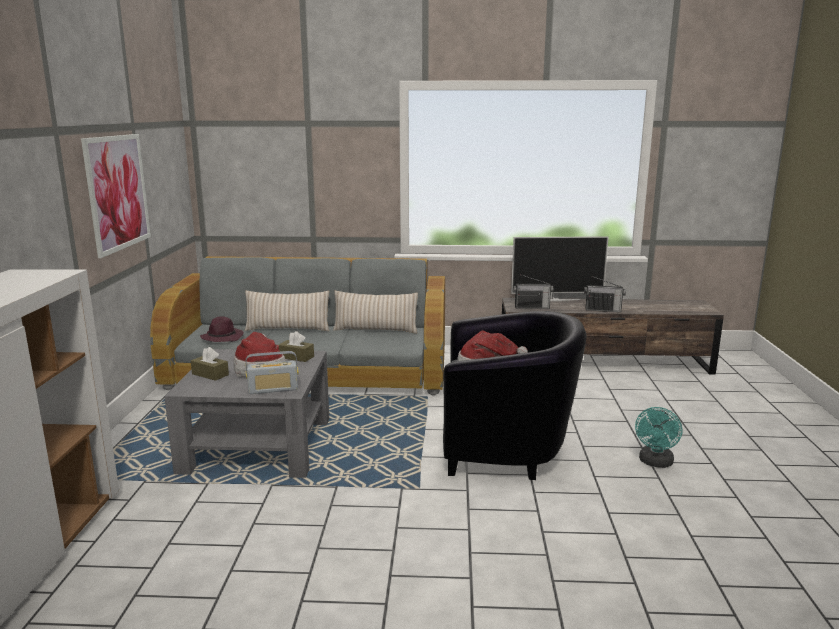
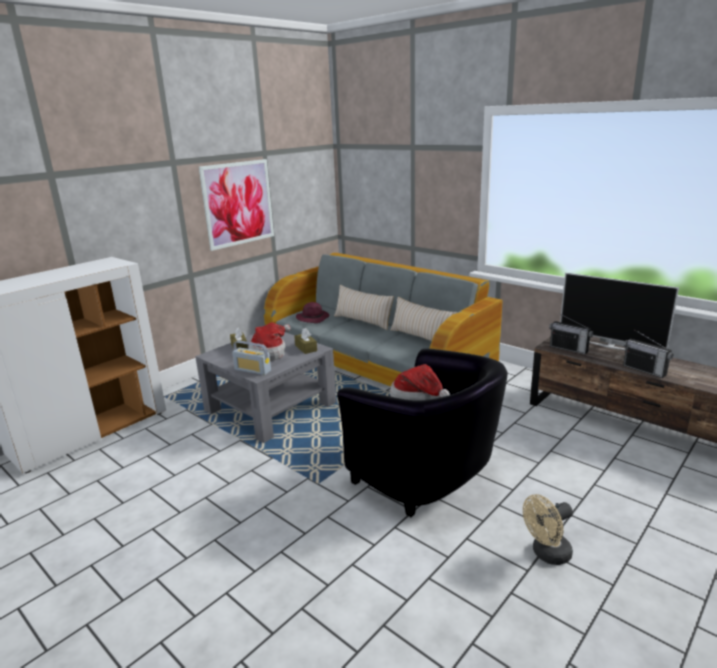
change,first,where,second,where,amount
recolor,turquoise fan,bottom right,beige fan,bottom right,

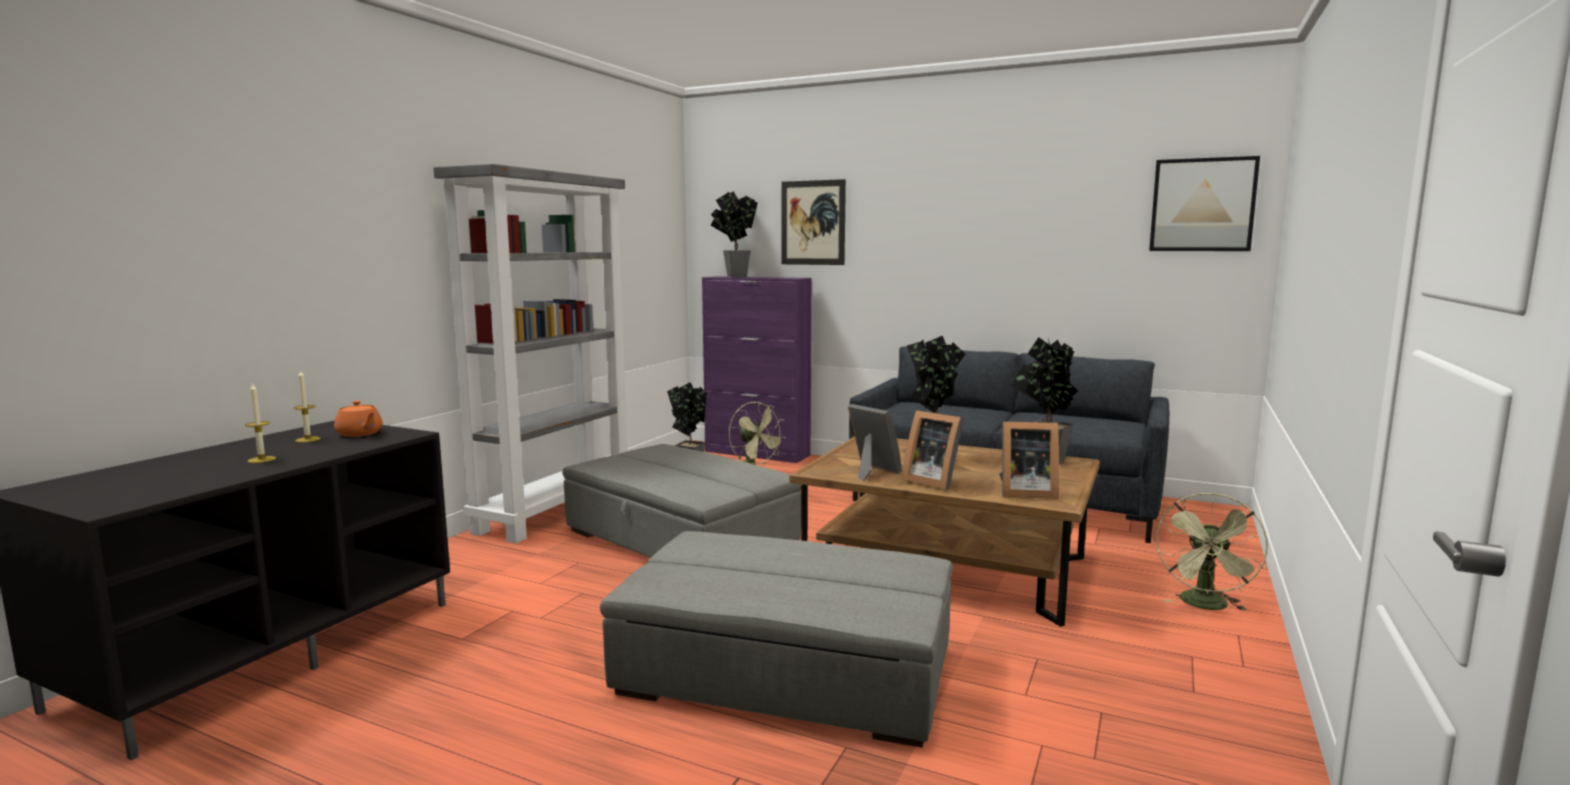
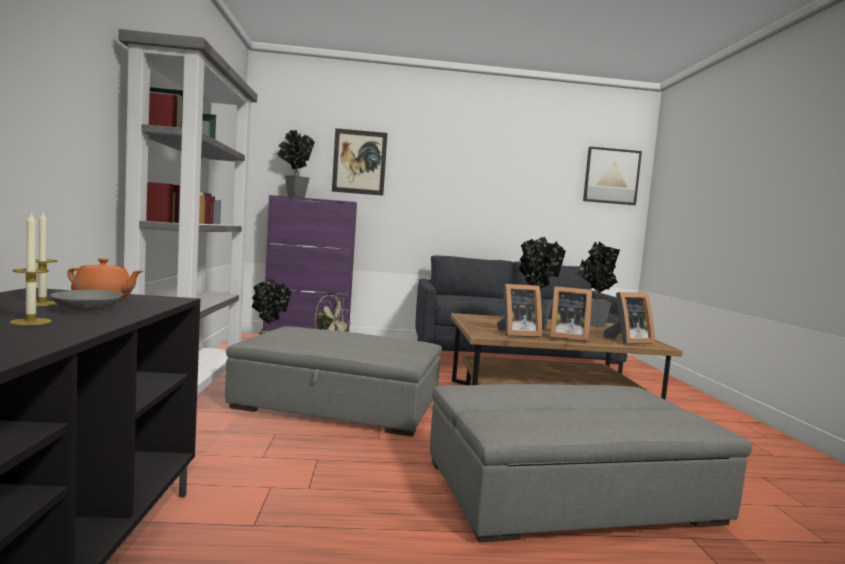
change,first,where,second,where,amount
rotate,picture frame (1st from left),centre,,centre,150 degrees clockwise
delete,green fan (2nd from left),bottom right,,,
insert,,,grey bowl,middle left,

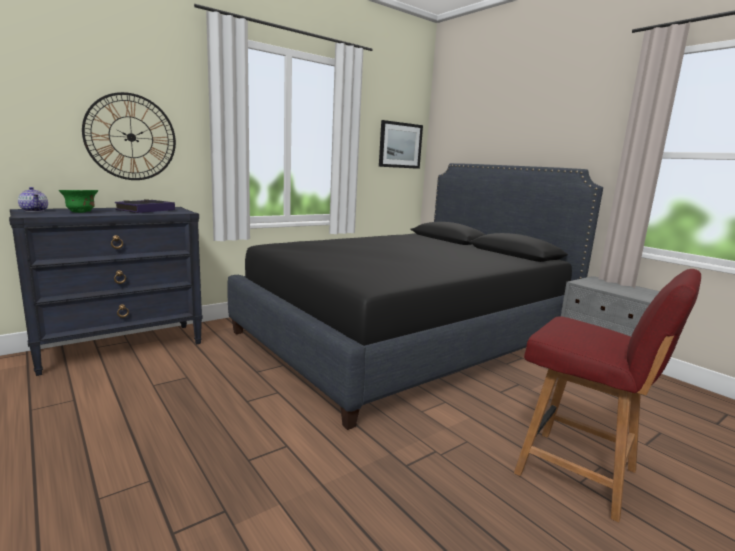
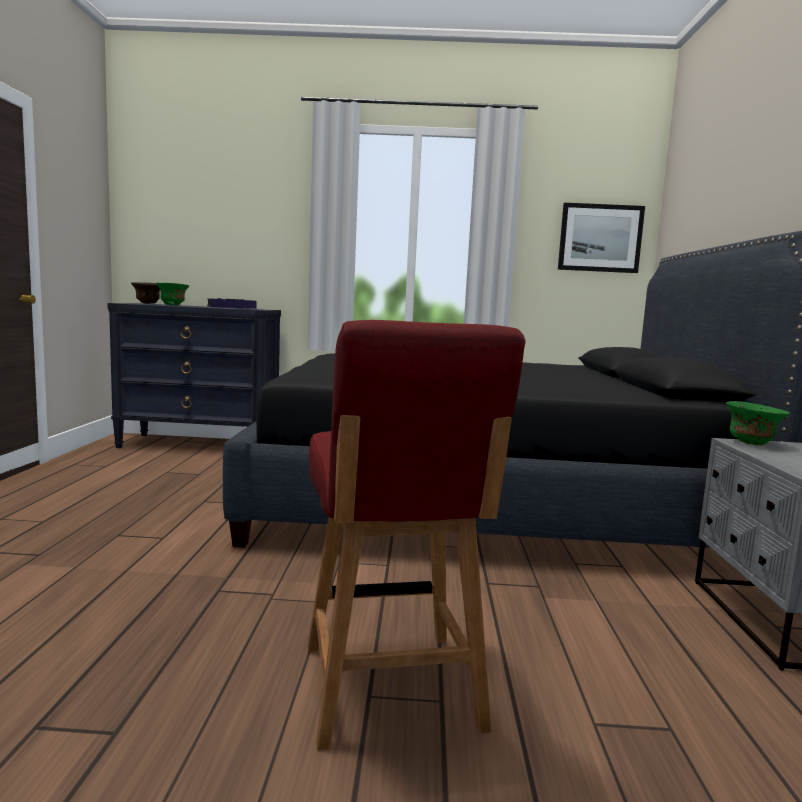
change,first,where,second,where,amount
replace,teapot,middle left,brown bowl,middle left,
delete,wall clock,top left,,,
insert,,,green bowl (2nd from left),middle right,

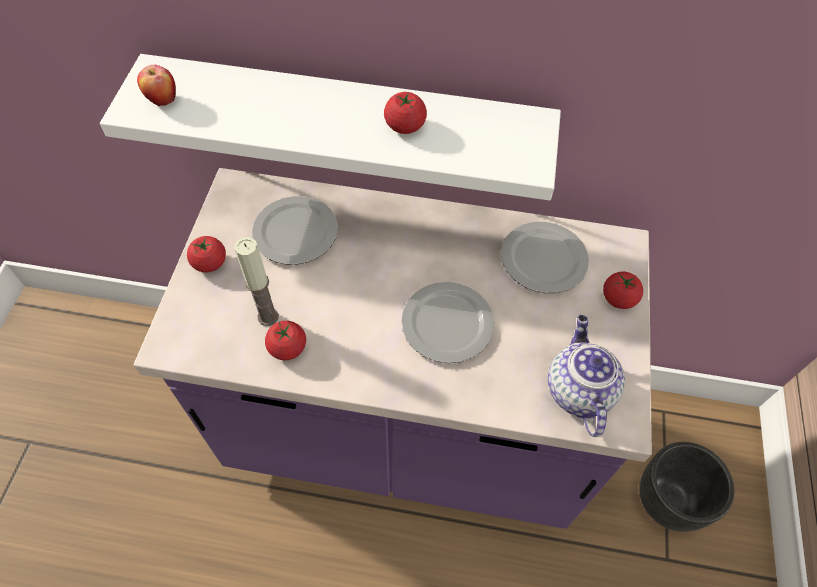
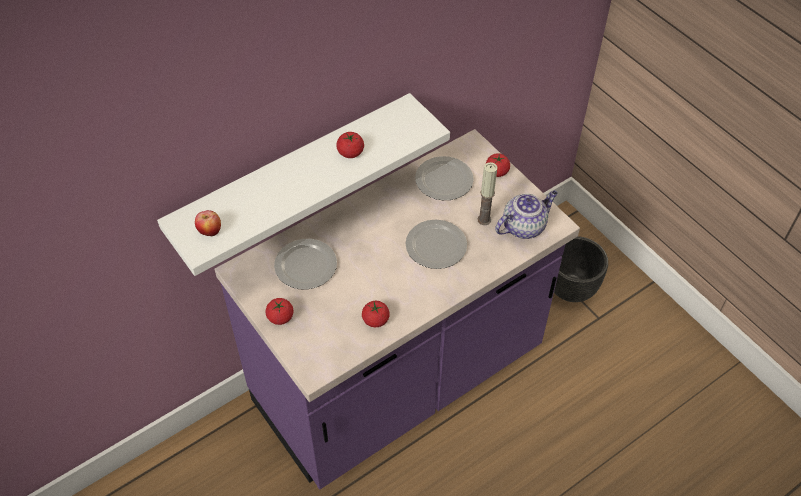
change,first,where,second,where,amount
move,candle,middle left,,centre,
rotate,teapot,middle right,,centre,105 degrees clockwise

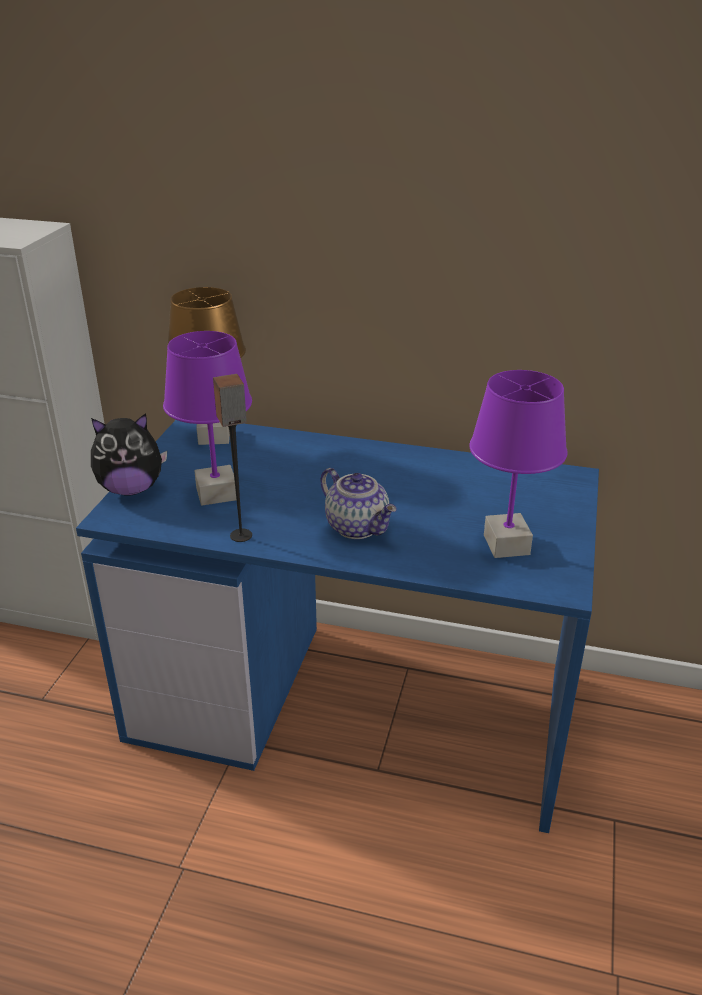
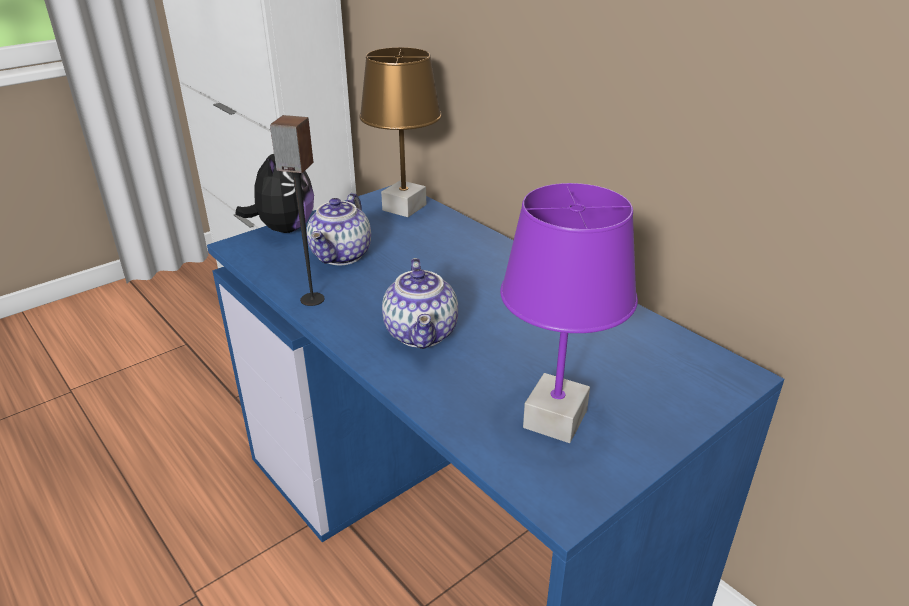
change,first,where,second,where,amount
rotate,plush toy,middle left,,top left,105 degrees counterclockwise
replace,purple table lamp (1st from left),middle left,teapot (1st from left),centre,

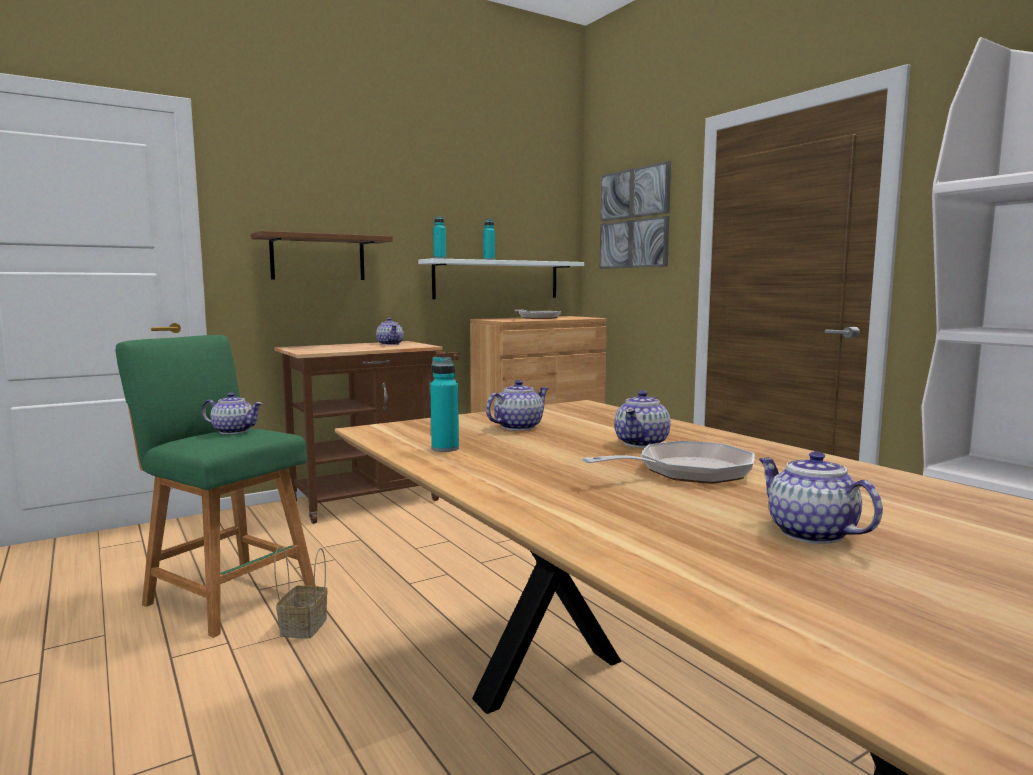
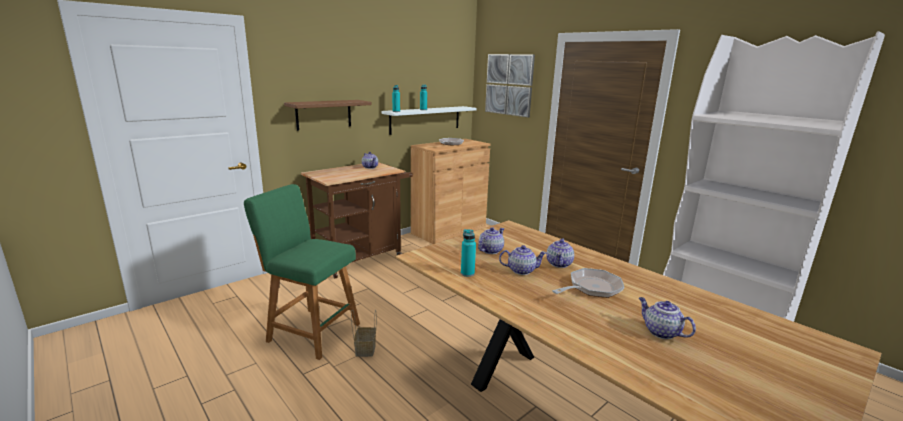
change,first,where,second,where,amount
move,teapot (1st from left in the first image),middle left,teapot (3rd from left),centre,

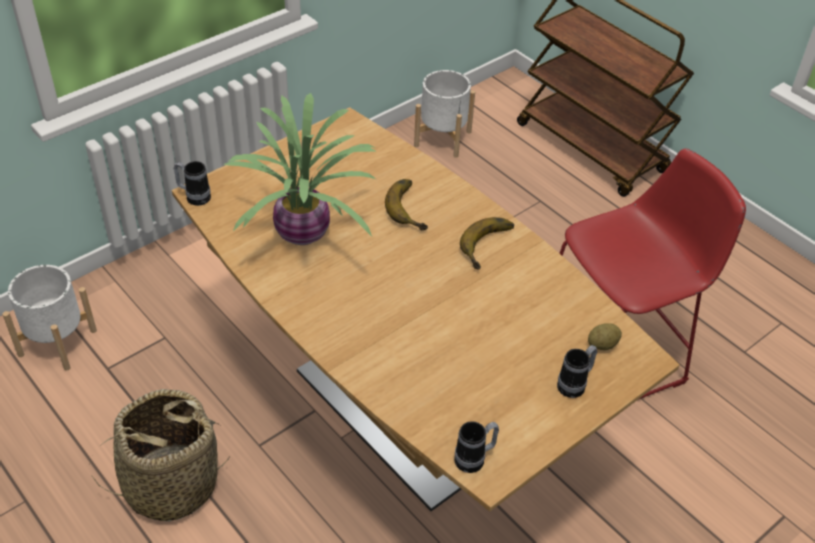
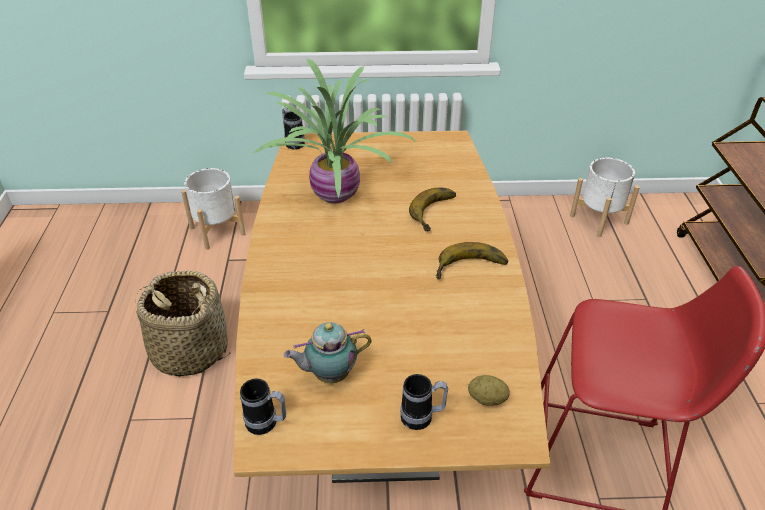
change,first,where,second,where,amount
insert,,,teapot,bottom centre,

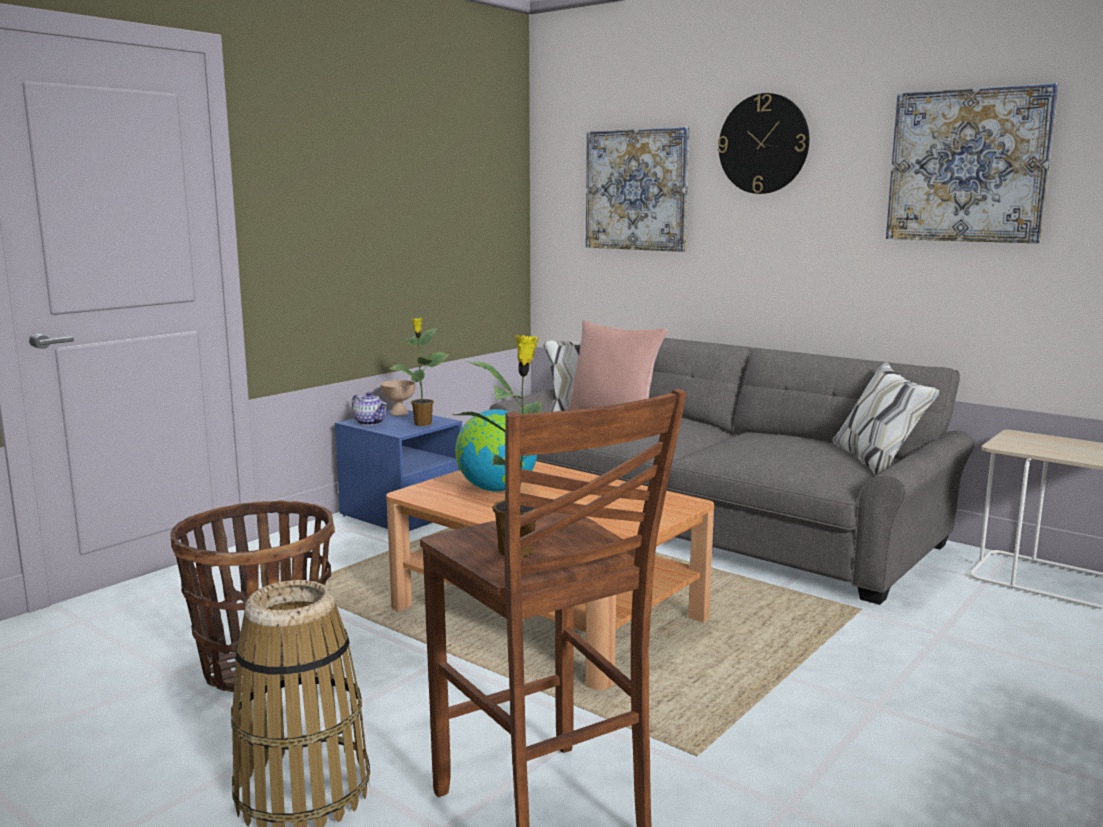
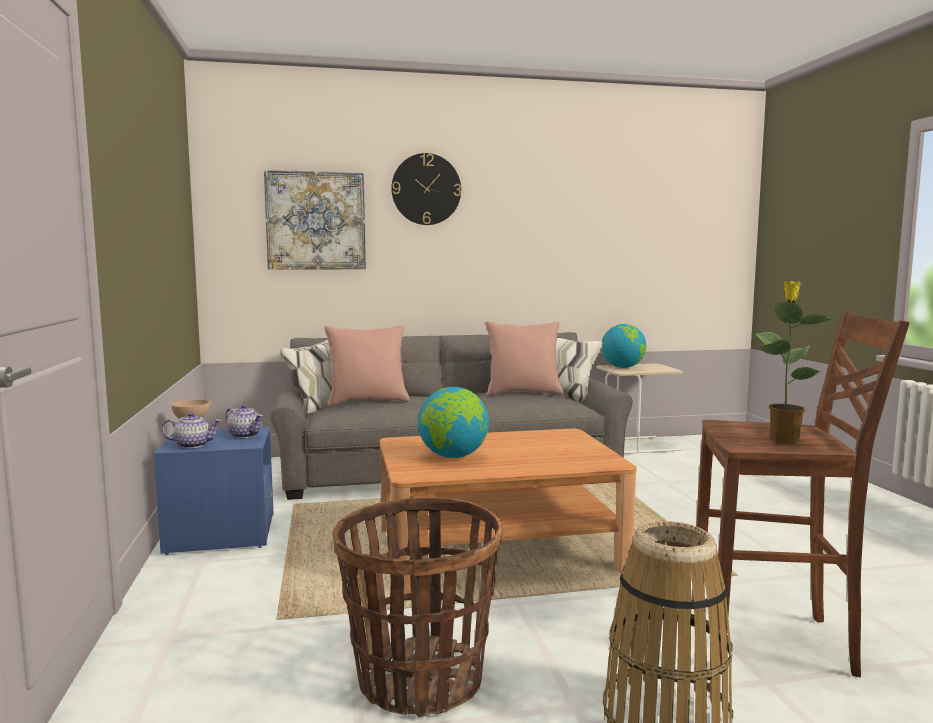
change,first,where,second,where,amount
replace,potted plant (1st from left),centre,teapot (2nd from left),middle left,
delete,picture (2nd from left),top right,,,
insert,,,pink pillow (2nd from left),centre,
insert,,,globe (2nd from left),middle right,

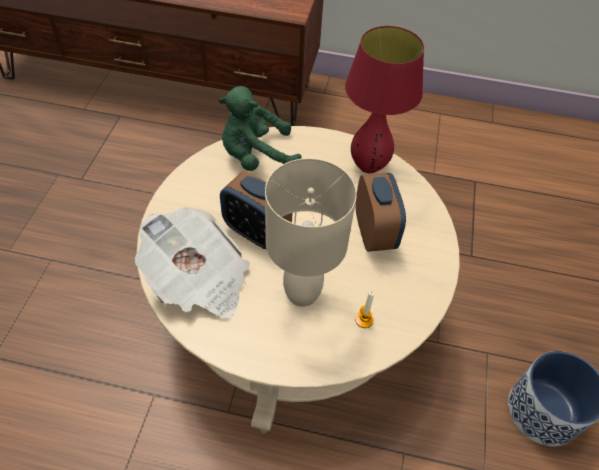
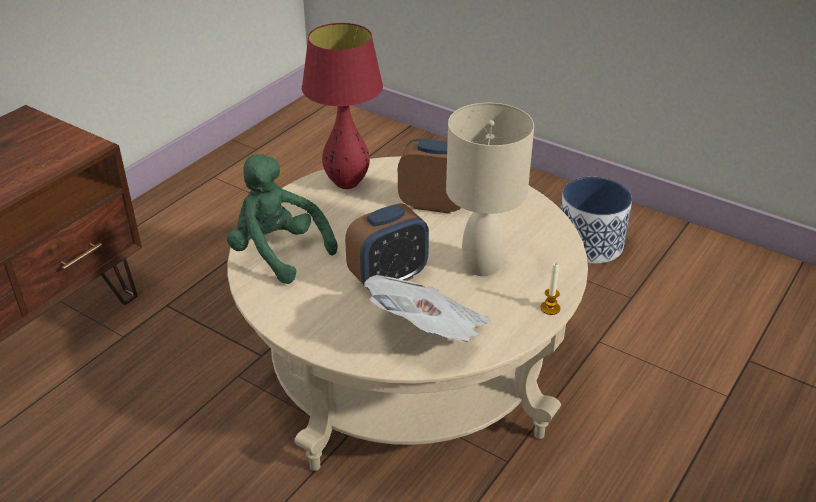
change,first,where,second,where,amount
rotate,green plush toy,top centre,,centre,120 degrees clockwise
move,candle,centre,,middle right,

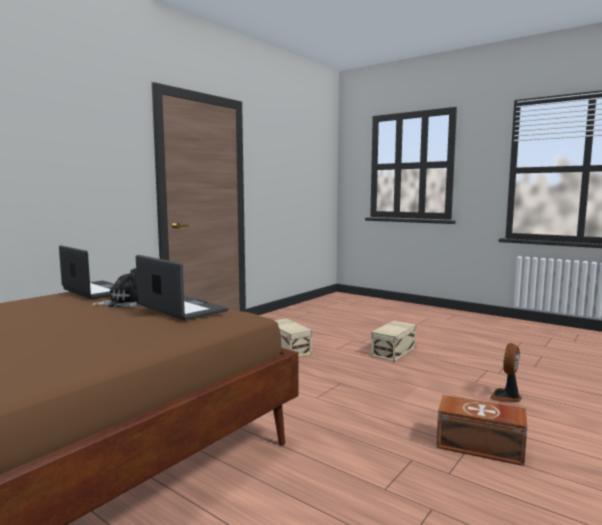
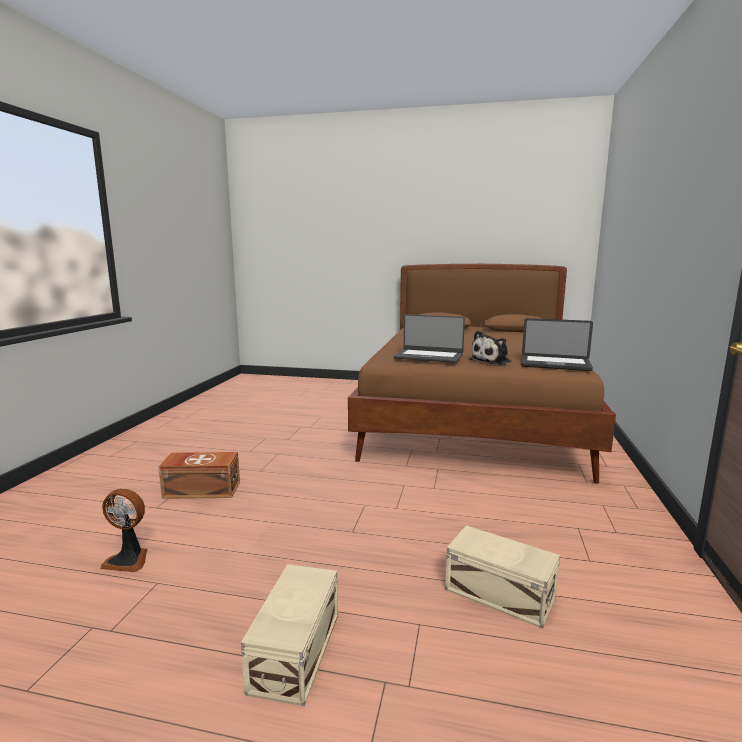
change,first,where,second,where,amount
rotate,fan,bottom right,,bottom left,90 degrees clockwise

